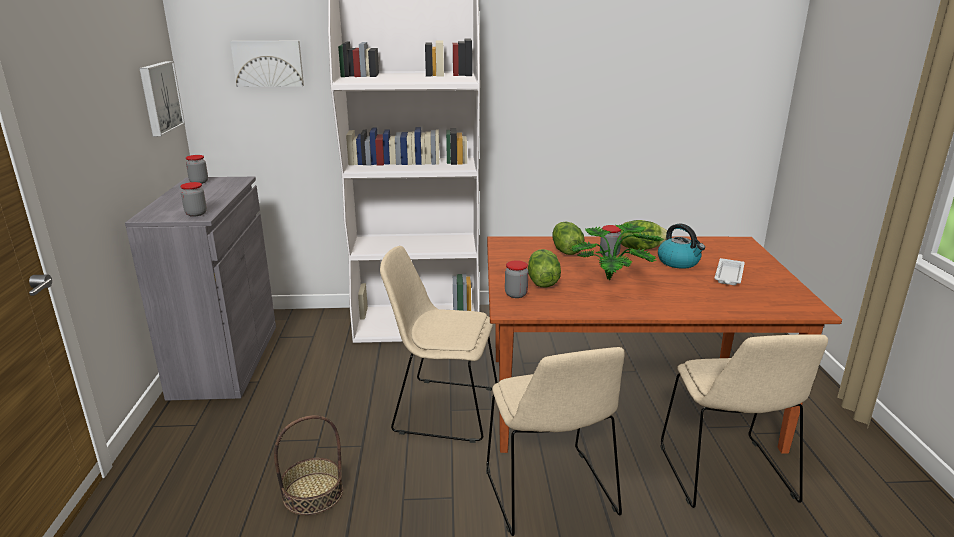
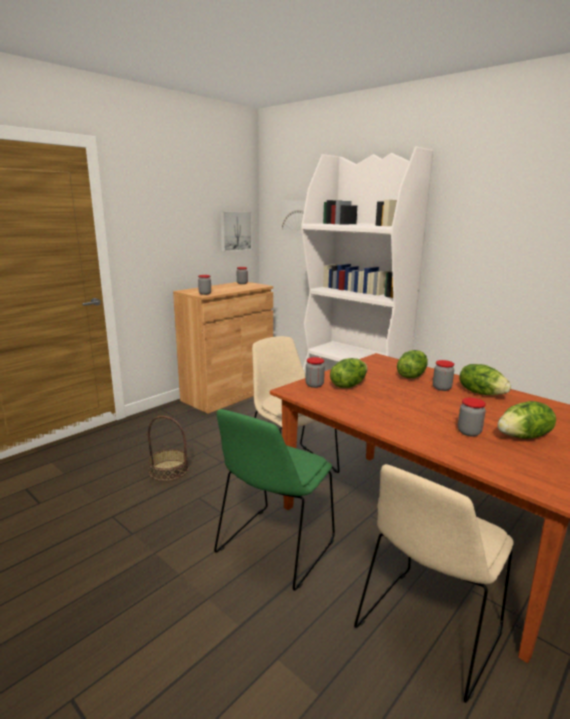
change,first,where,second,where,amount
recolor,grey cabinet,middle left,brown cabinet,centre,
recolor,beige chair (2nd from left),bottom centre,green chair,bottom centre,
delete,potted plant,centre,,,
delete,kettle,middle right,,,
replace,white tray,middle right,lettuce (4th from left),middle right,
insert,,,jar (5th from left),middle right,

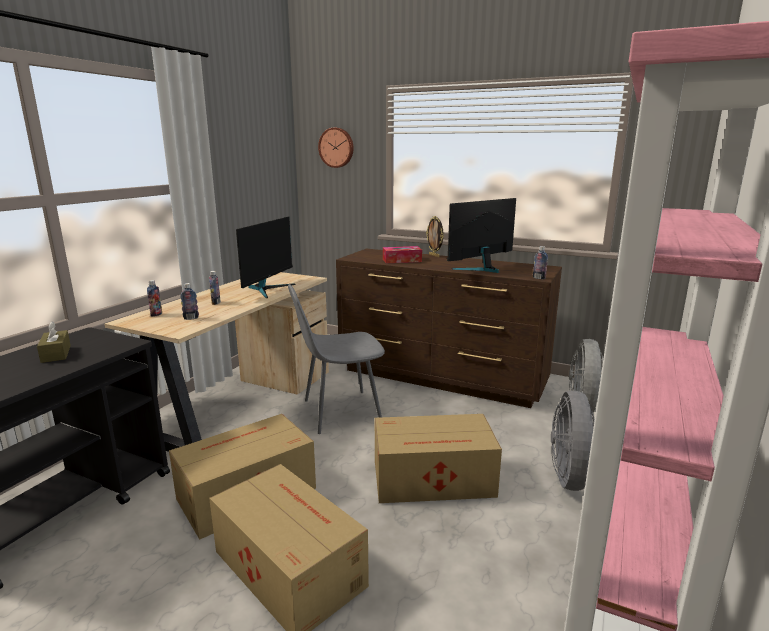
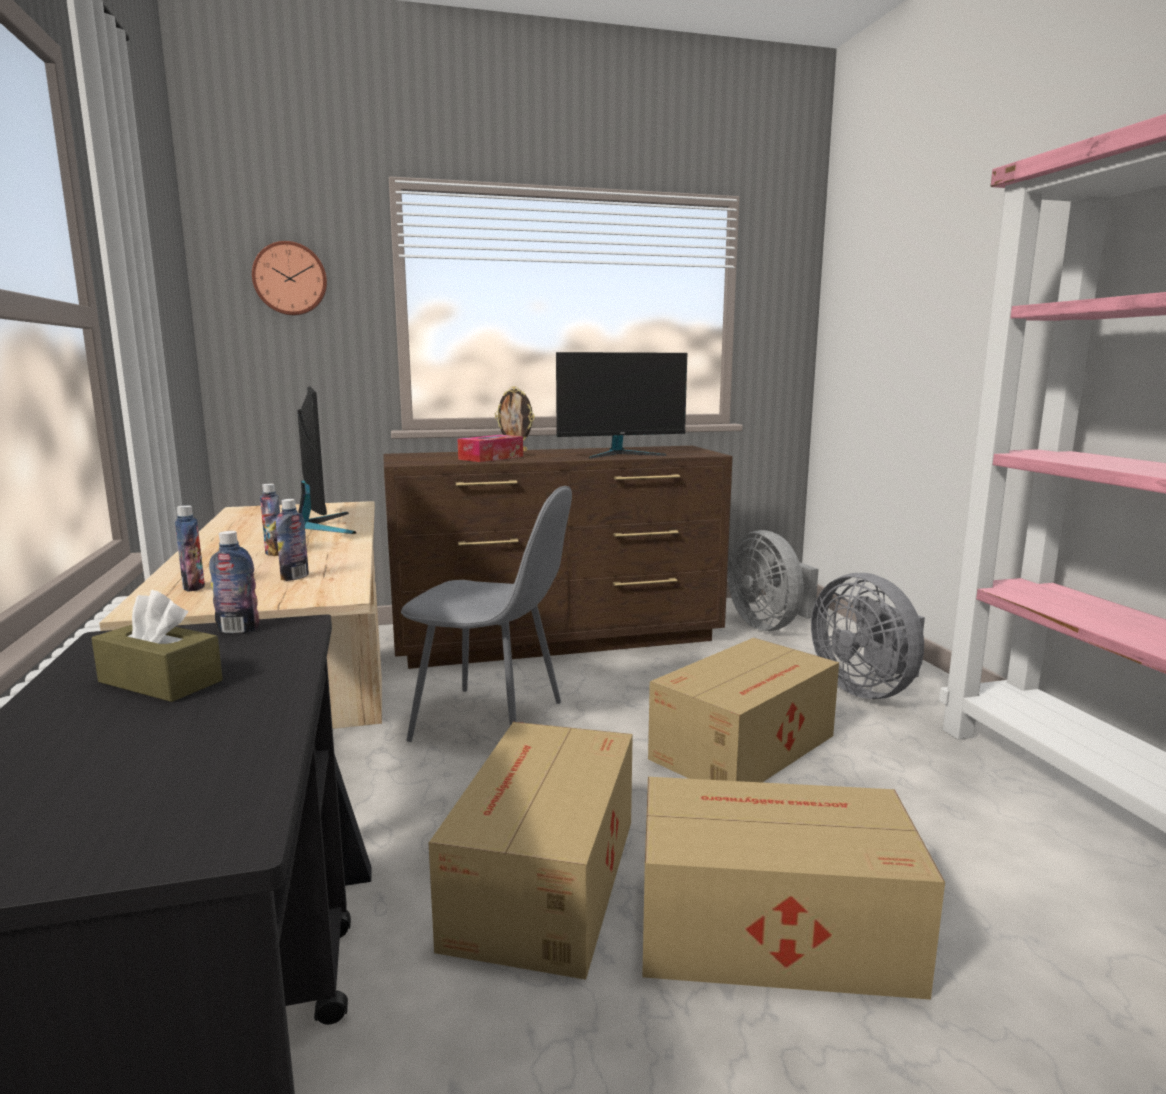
change,first,where,second,where,amount
rotate,grey chair,centre,,centre,105 degrees counterclockwise
rotate,monitor (2nd from left),centre,,centre,120 degrees counterclockwise
move,bottle (4th from left in the first image),middle right,bottle (2nd from left),middle left,

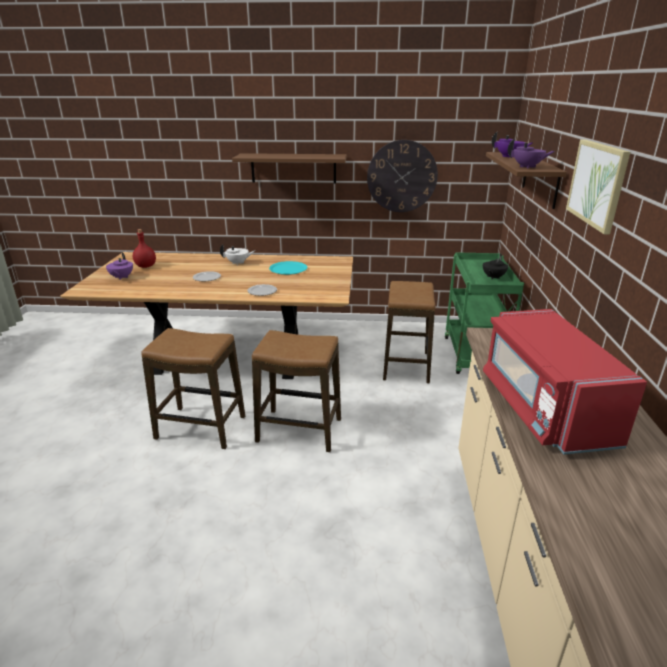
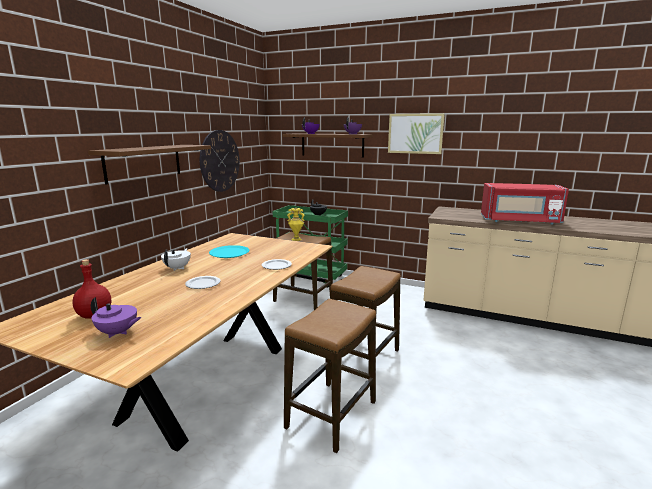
change,first,where,second,where,amount
insert,,,yellow vase,centre,

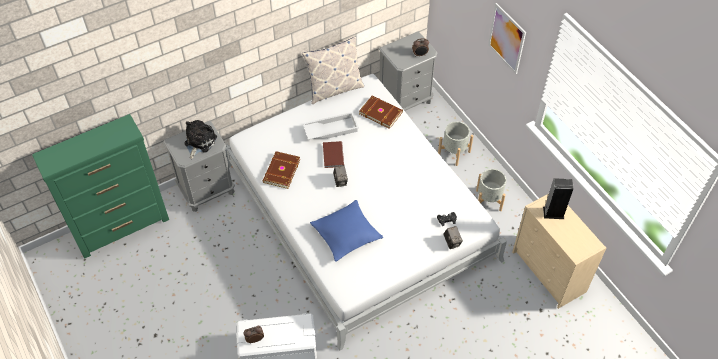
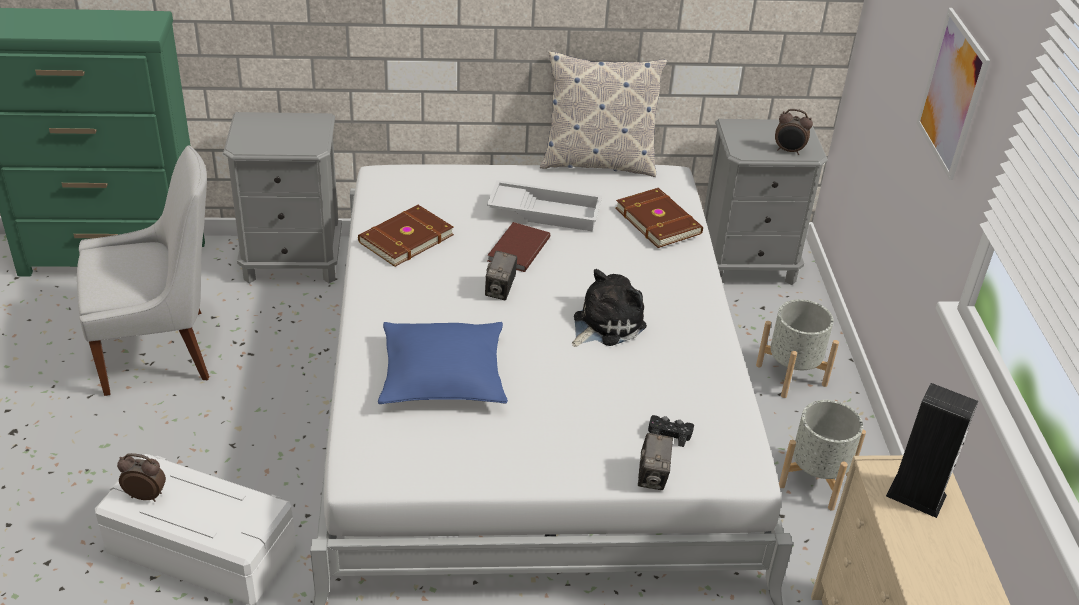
change,first,where,second,where,amount
move,plush toy,middle left,,centre,
insert,,,white chair,middle left,

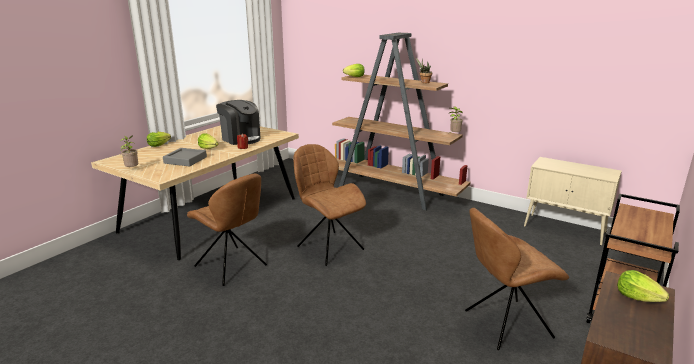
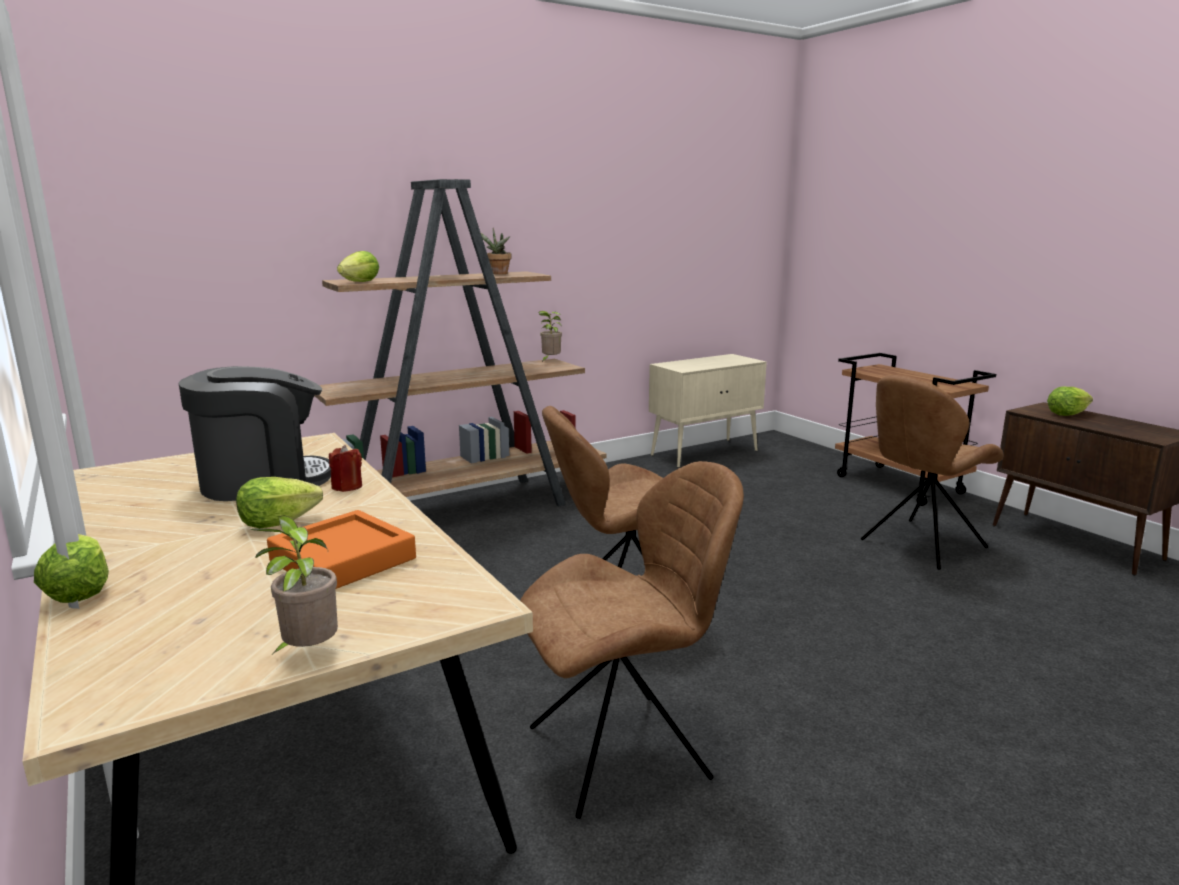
change,first,where,second,where,amount
recolor,grey tray,middle left,orange tray,middle left,
rotate,brown chair (3rd from left),bottom right,,middle right,45 degrees clockwise

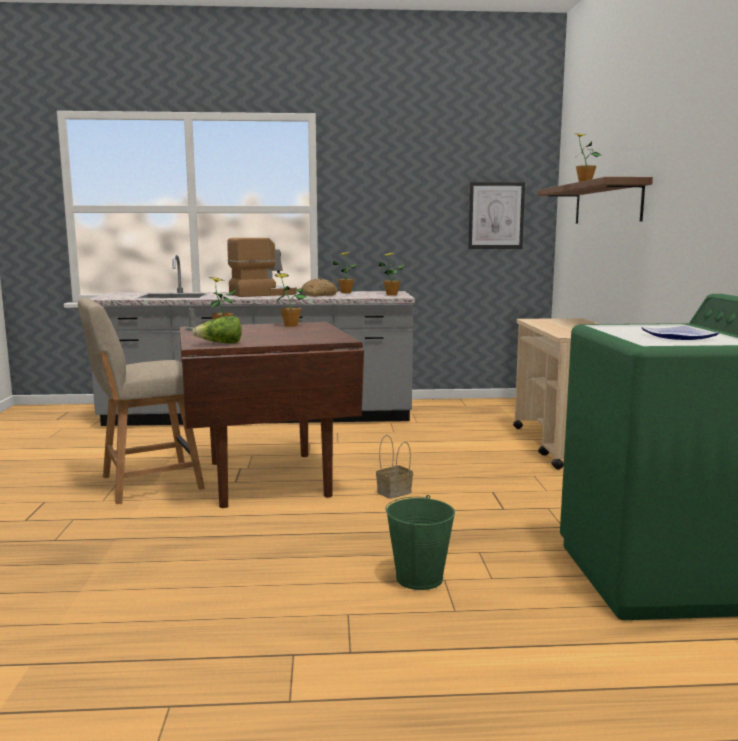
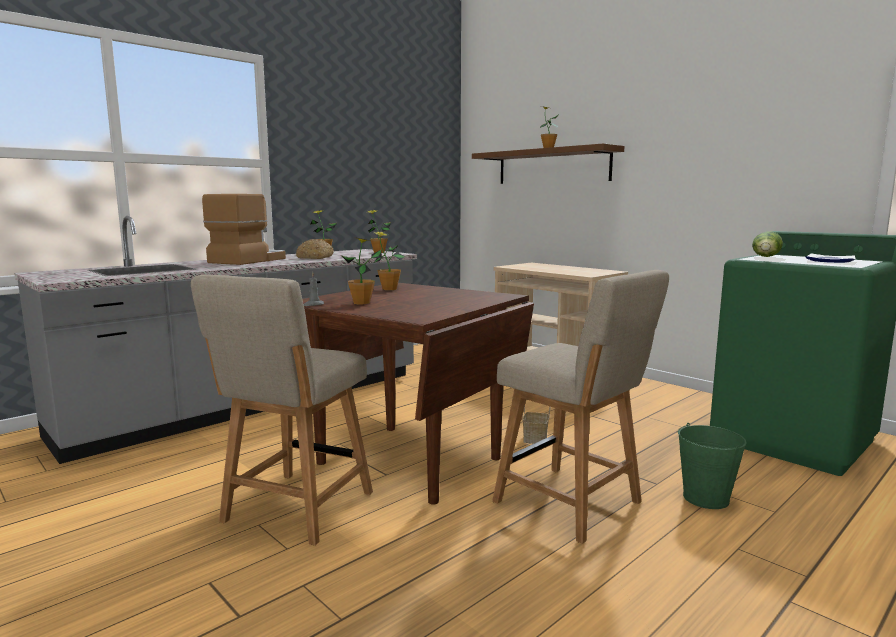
change,first,where,second,where,amount
move,lettuce,middle left,,middle right,
delete,picture,top right,,,
insert,,,beige chair (2nd from left),centre,

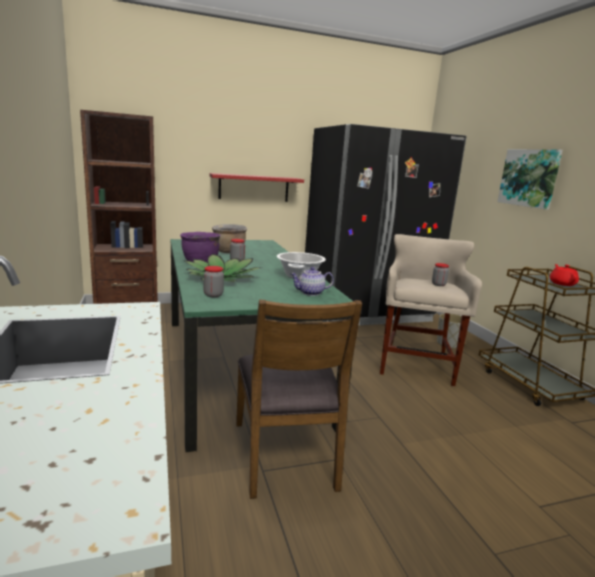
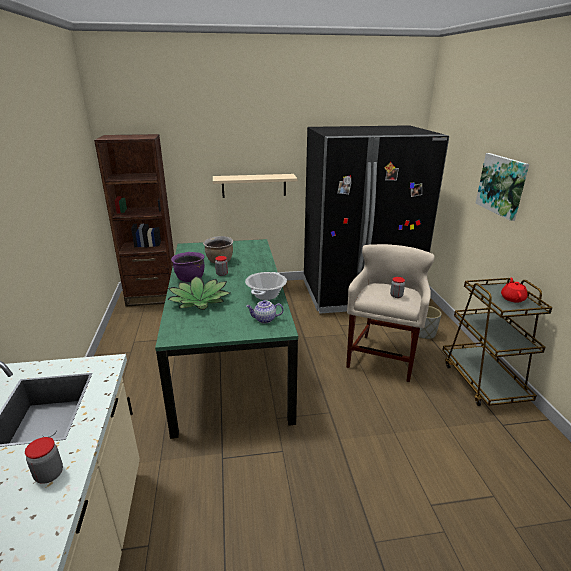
change,first,where,second,where,amount
move,jar (1st from left),centre,,bottom left,
recolor,red shelf,top centre,beige shelf,top centre,
delete,brown chair,bottom centre,,,

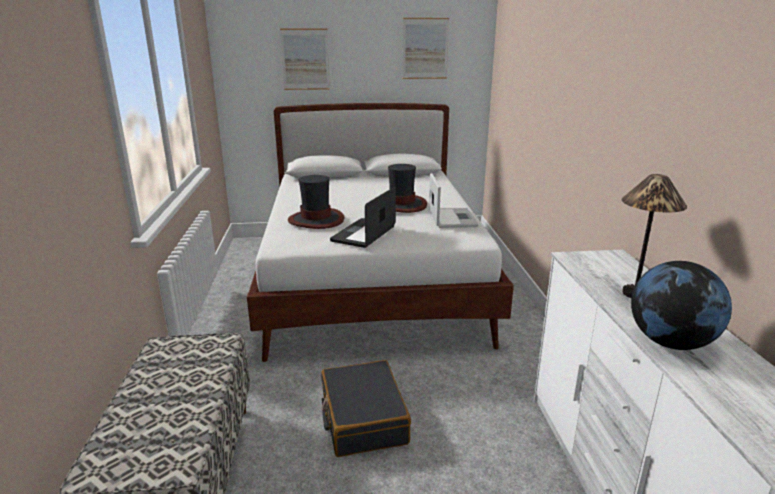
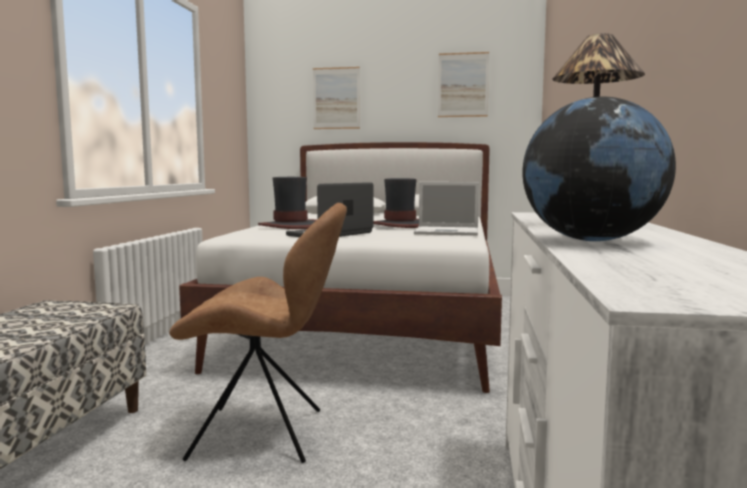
change,first,where,second,where,amount
replace,black suitcase,bottom centre,brown chair,bottom centre,
rotate,laptop (2nd from left),centre,,centre,90 degrees clockwise

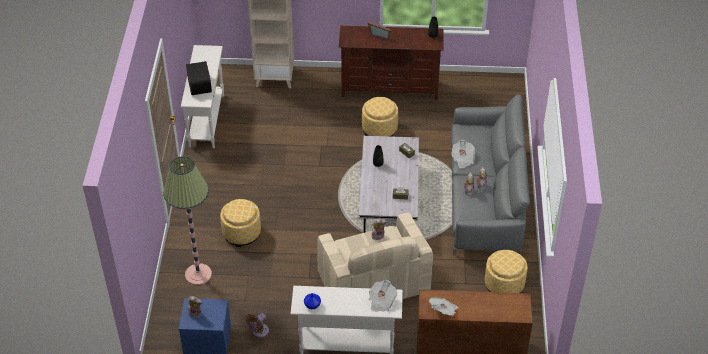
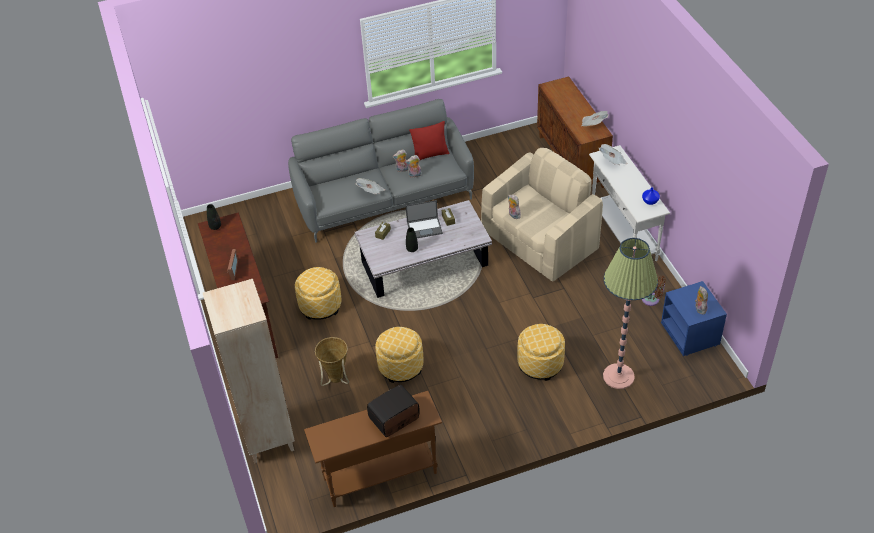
change,first,where,second,where,amount
recolor,white console table (1st from left),top left,brown console table,bottom centre,
move,ottoman (3rd from left in the first image),bottom right,ottoman (2nd from left),centre,
insert,,,basket,bottom centre,
insert,,,laptop,centre,
insert,,,red pillow,top centre,

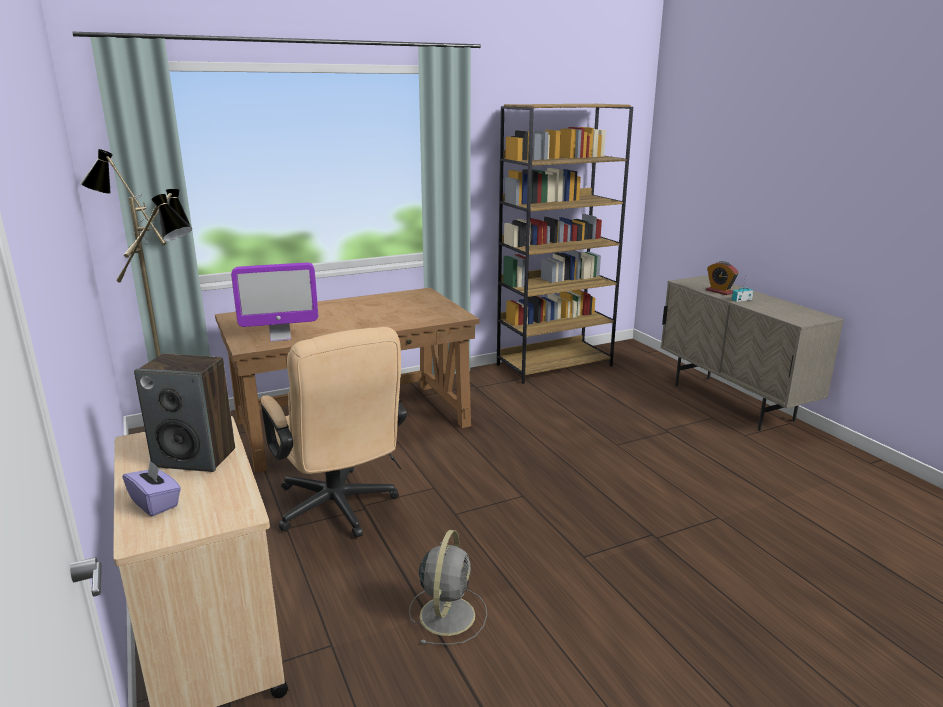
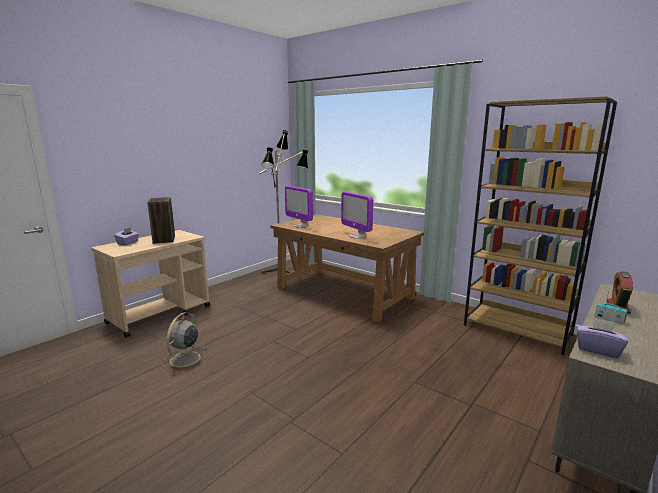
change,first,where,second,where,amount
delete,beige office chair,centre,,,
rotate,grey fan,bottom centre,,bottom left,120 degrees clockwise
insert,,,monitor (2nd from left),centre,
insert,,,purple tissue box (2nd from left),bottom right,

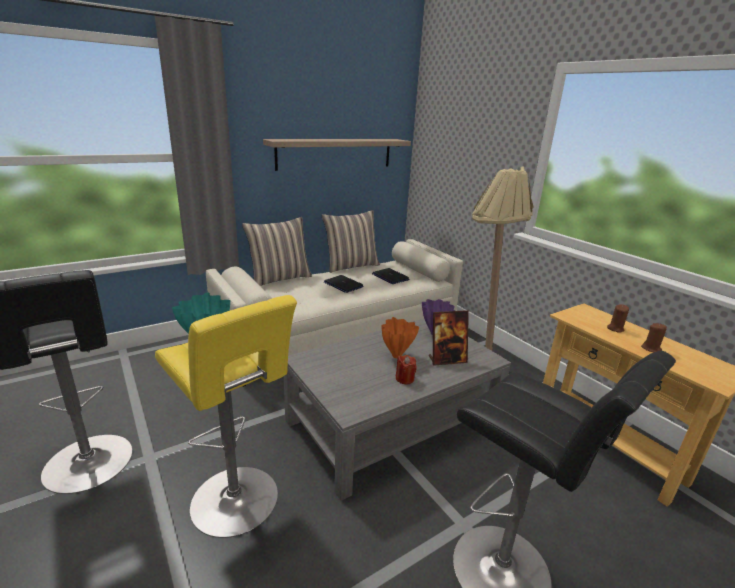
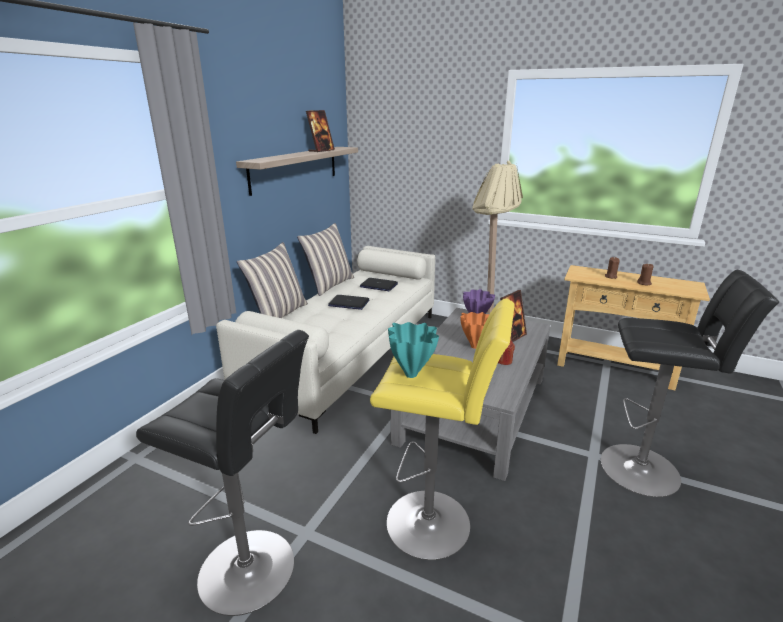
change,first,where,second,where,amount
insert,,,picture frame (1st from left),top centre,

